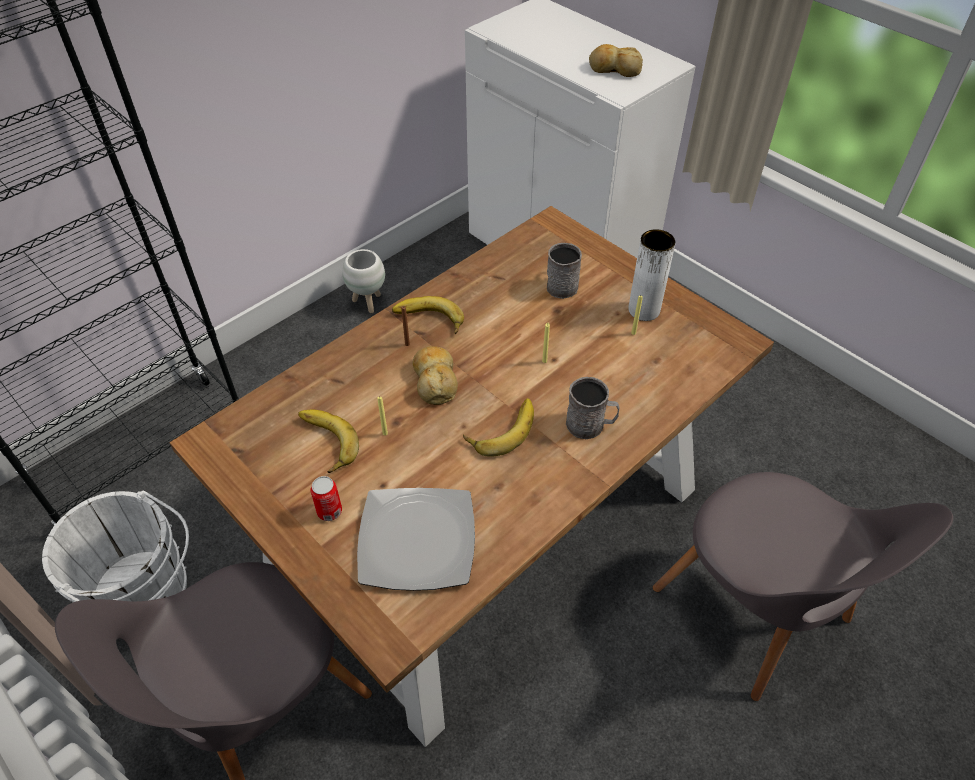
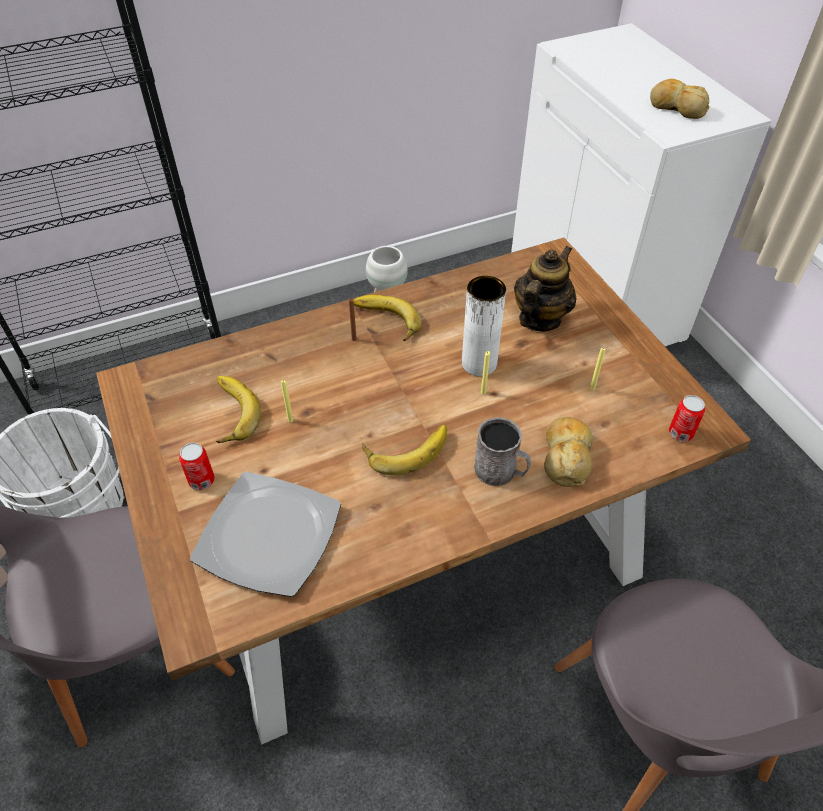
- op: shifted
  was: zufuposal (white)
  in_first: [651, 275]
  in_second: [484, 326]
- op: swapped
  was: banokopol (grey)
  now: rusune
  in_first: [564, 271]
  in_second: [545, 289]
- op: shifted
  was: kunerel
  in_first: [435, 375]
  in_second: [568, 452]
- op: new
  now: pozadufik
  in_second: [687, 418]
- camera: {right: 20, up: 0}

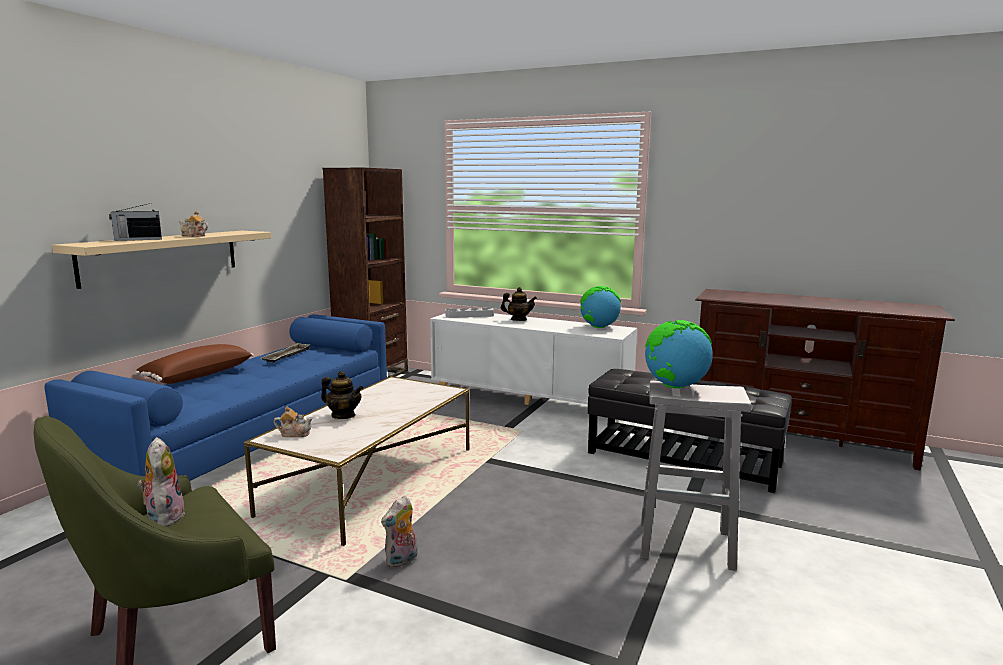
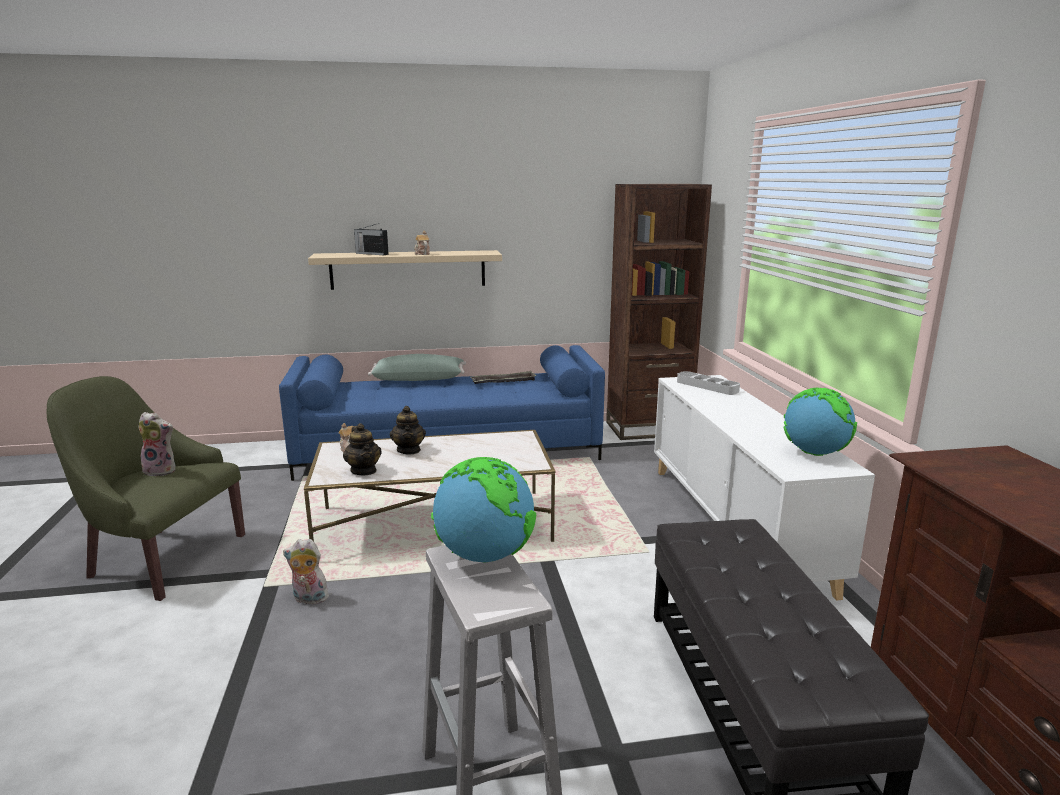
- op: rotated
  was: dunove
  in_first: [161, 482]
  in_second: [156, 444]
  clockwise: 60
- op: shifted
  was: rusune
  in_first: [519, 304]
  in_second: [362, 449]
- op: repainted
  was: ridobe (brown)
  now: ridobe (green)
  in_first: [194, 364]
  in_second: [417, 367]
- camera: {right: 55, up: 5}

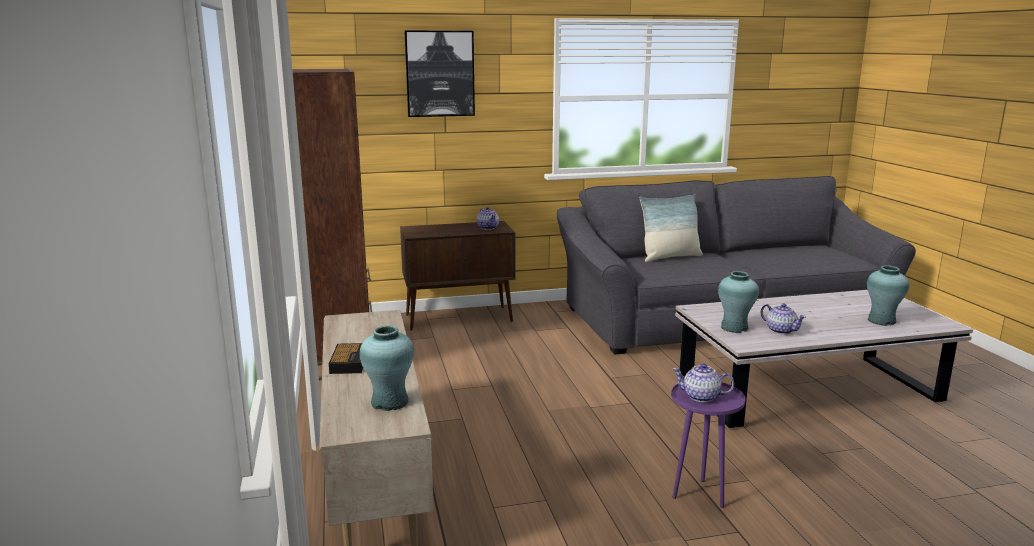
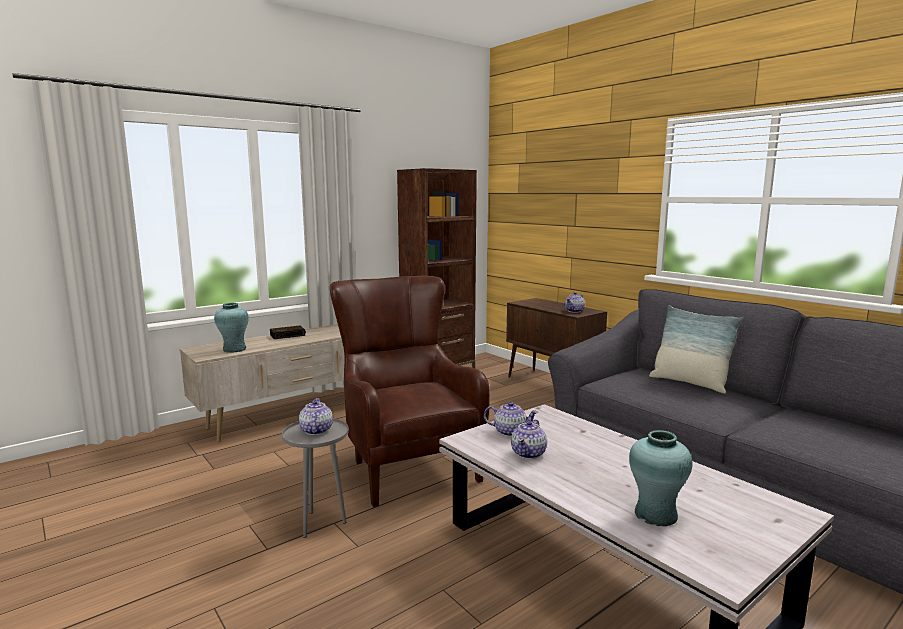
- op: repainted
  was: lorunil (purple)
  now: lorunil (grey)
  in_first: [708, 445]
  in_second: [315, 478]
- op: new
  now: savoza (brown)
  in_second: [410, 391]
- op: swapped
  was: zufuposal (turquoise)
  now: rusune
  in_first: [738, 302]
  in_second: [511, 419]
- op: gone
  was: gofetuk
  in_first: [439, 74]
- camera: {right: 65, up: -5}

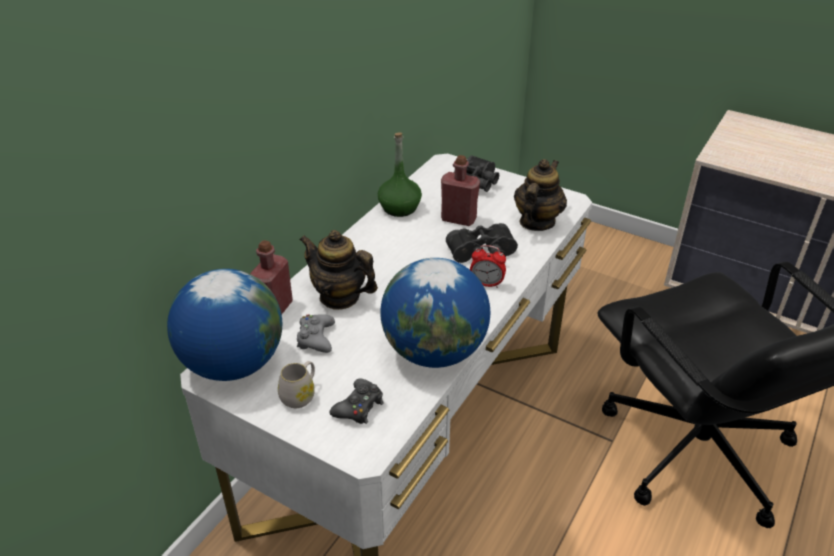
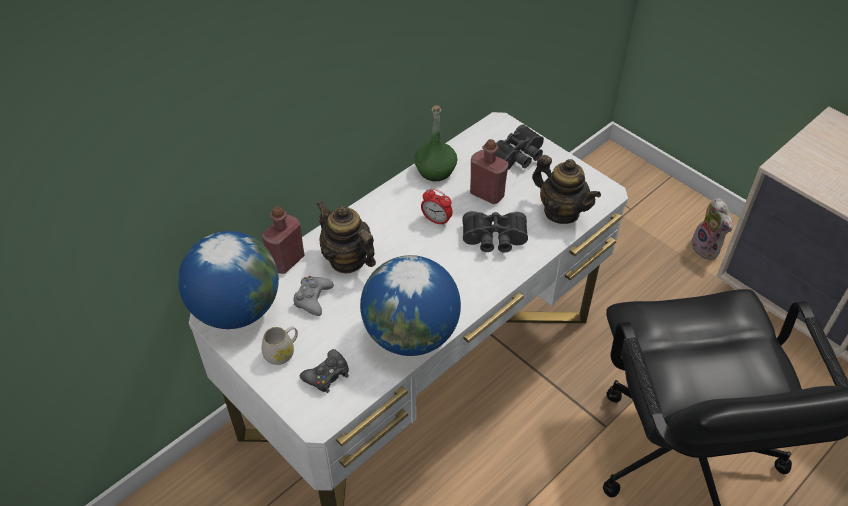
- op: shifted
  was: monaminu
  in_first: [488, 266]
  in_second: [437, 207]
- op: rotated
  was: rusune
  in_first: [540, 195]
  in_second: [566, 189]
  clockwise: 90
- op: new
  now: dunove
  in_second: [712, 229]
- camera: {right: 15, up: 10}

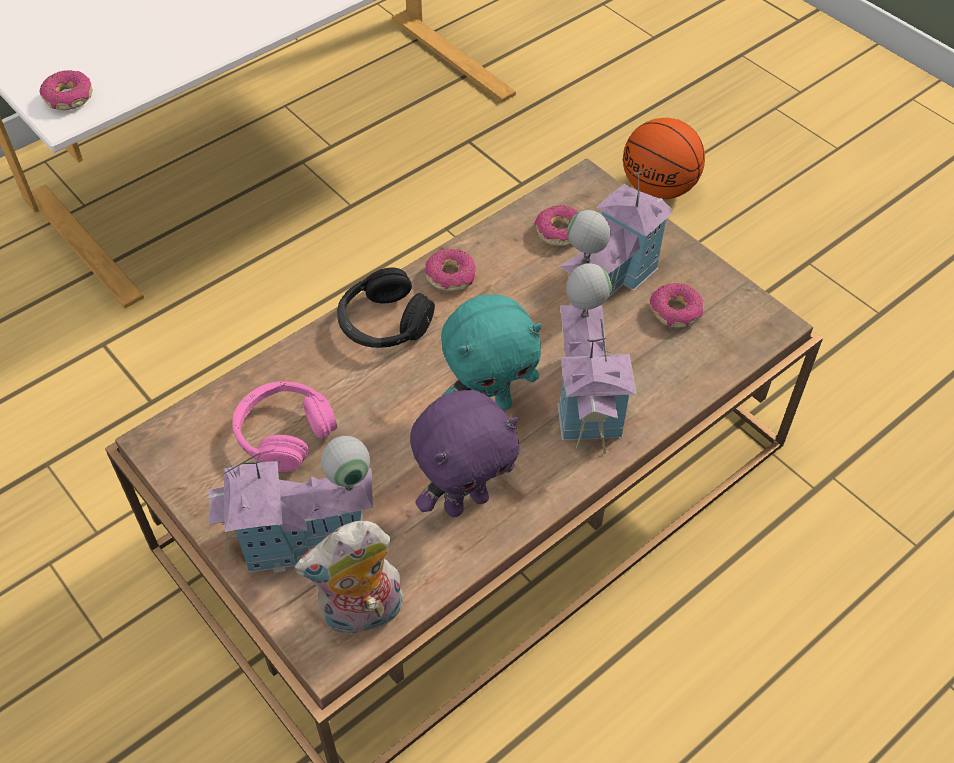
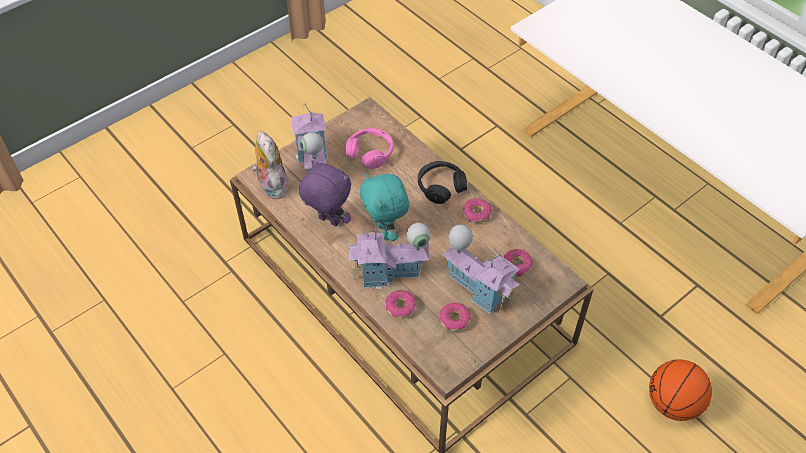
- op: rotated
  was: dunove (purple)
  in_first: [464, 453]
  in_second: [325, 193]
  clockwise: 150
- op: shifted
  was: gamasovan
  in_first: [66, 90]
  in_second: [401, 304]
- camera: {right: 90, up: 0}

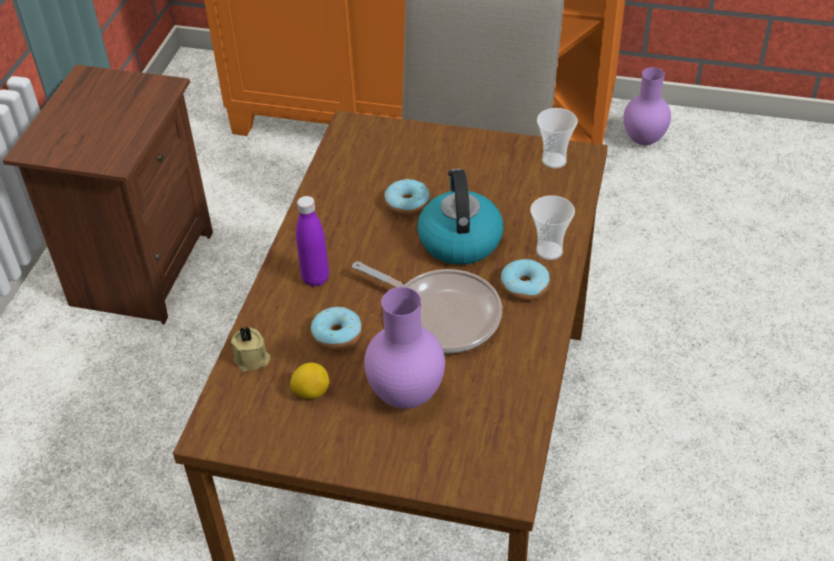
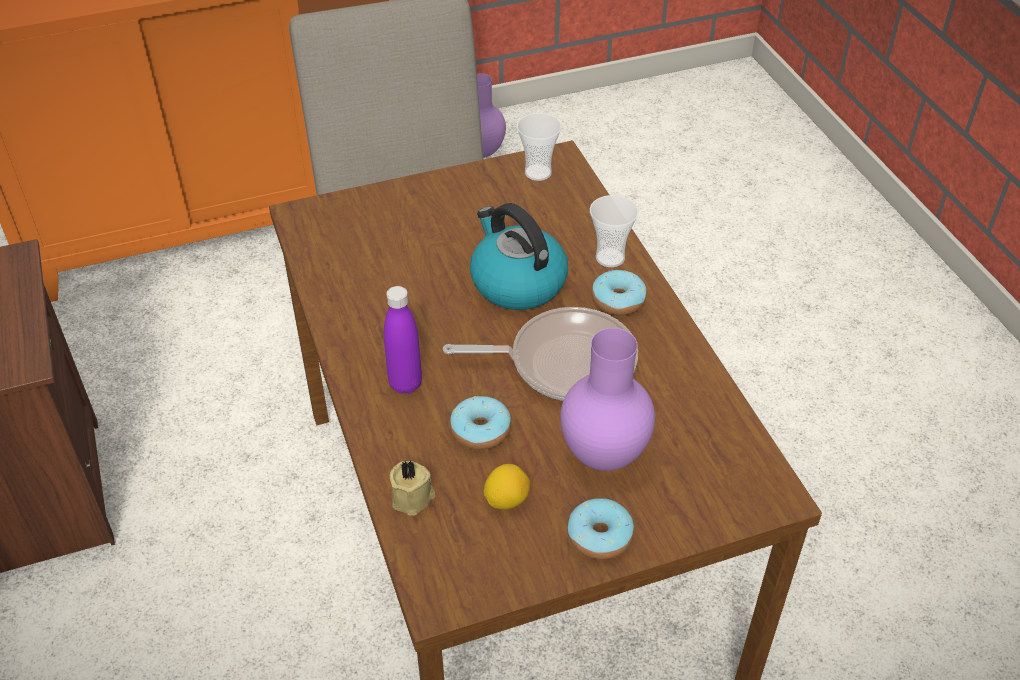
- op: shifted
  was: gamasovan
  in_first: [407, 198]
  in_second: [600, 529]
- camera: {right: -35, up: 0}

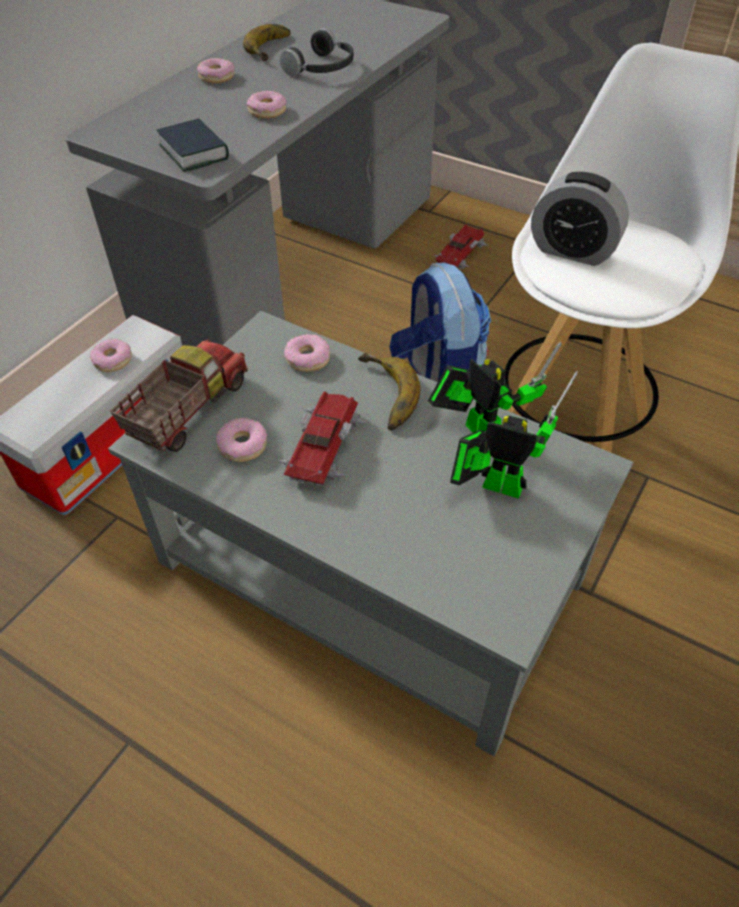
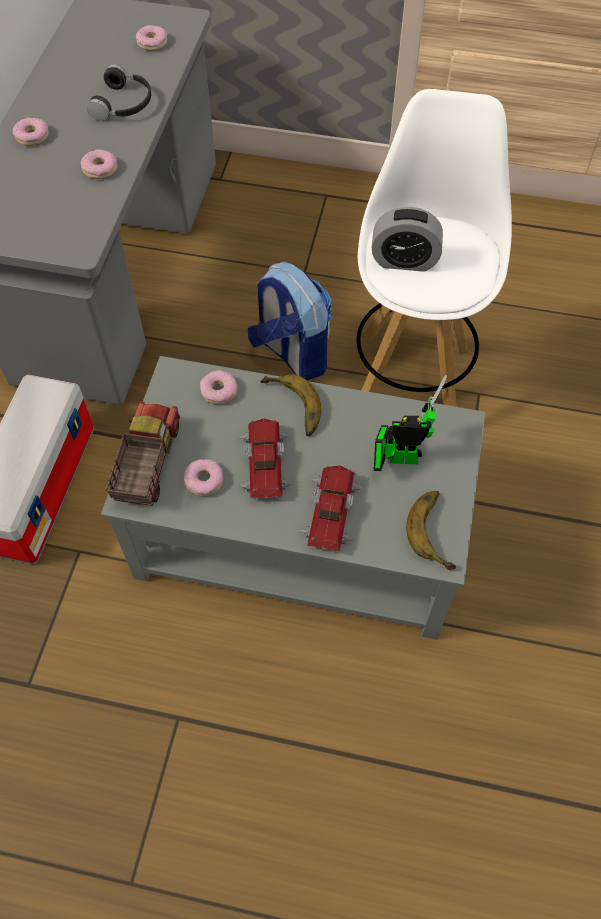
- op: shifted
  was: gamasovan
  in_first: [111, 355]
  in_second: [151, 38]
- op: shifted
  was: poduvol
  in_first: [460, 247]
  in_second: [331, 508]
- op: shifted
  was: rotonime
  in_first: [267, 42]
  in_second: [431, 530]
- op: gone
  was: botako
  in_first: [193, 145]
- op: gone
  was: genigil
  in_first: [495, 386]
- camera: {right: -20, up: 10}

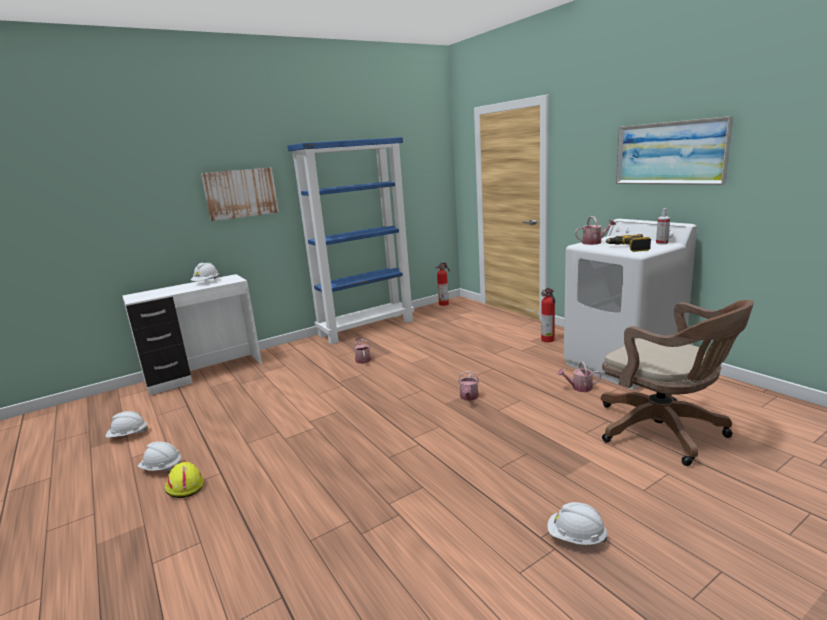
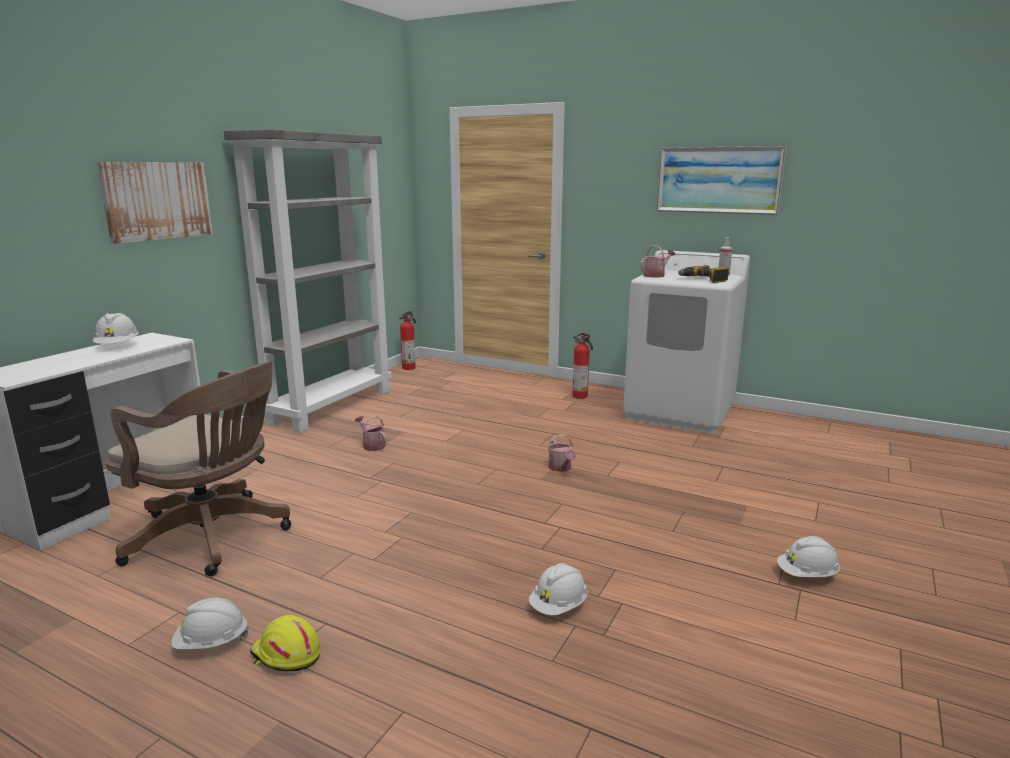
- op: shifted
  was: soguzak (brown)
  in_first: [677, 383]
  in_second: [198, 469]
- op: repainted
  was: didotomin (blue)
  now: didotomin (grey)
  in_first: [350, 240]
  in_second: [308, 281]
- op: shifted
  was: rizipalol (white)
  in_first: [127, 424]
  in_second: [558, 589]
- op: gone
  was: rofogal
  in_first: [579, 377]
- camera: {right: -30, up: 0}

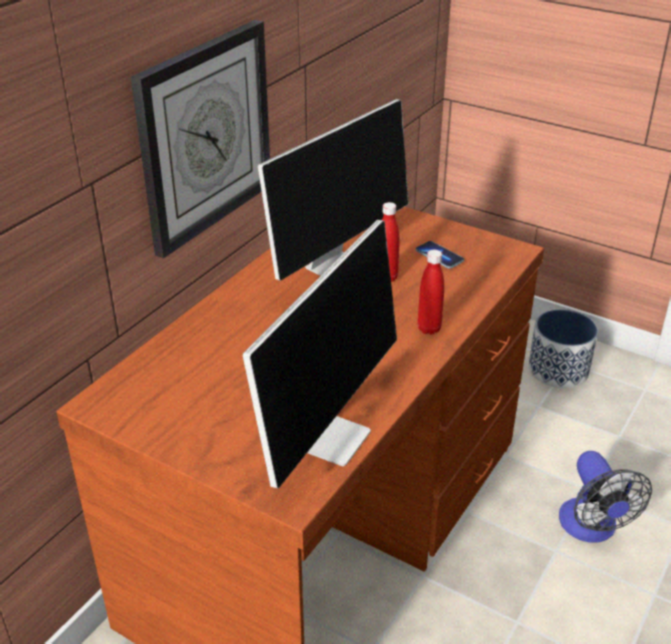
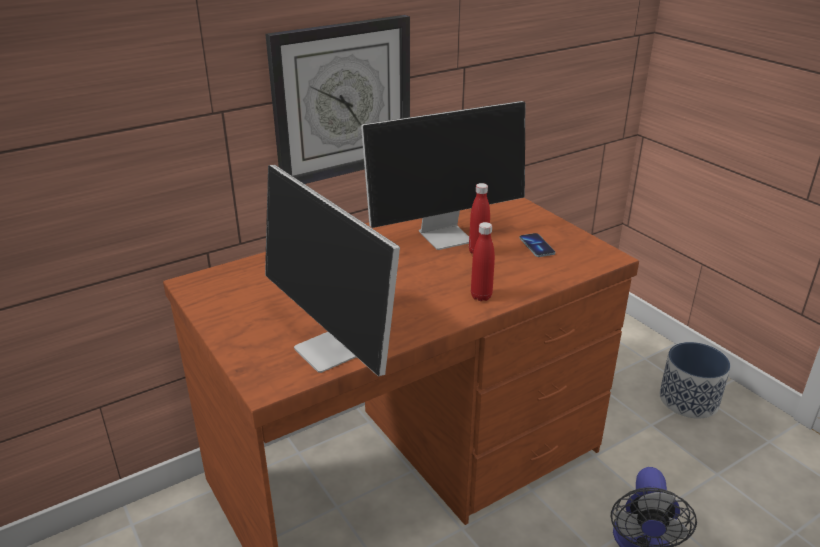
- op: rotated
  was: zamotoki
  in_first: [319, 354]
  in_second: [332, 270]
  clockwise: 90
- camera: {right: 25, up: -5}

